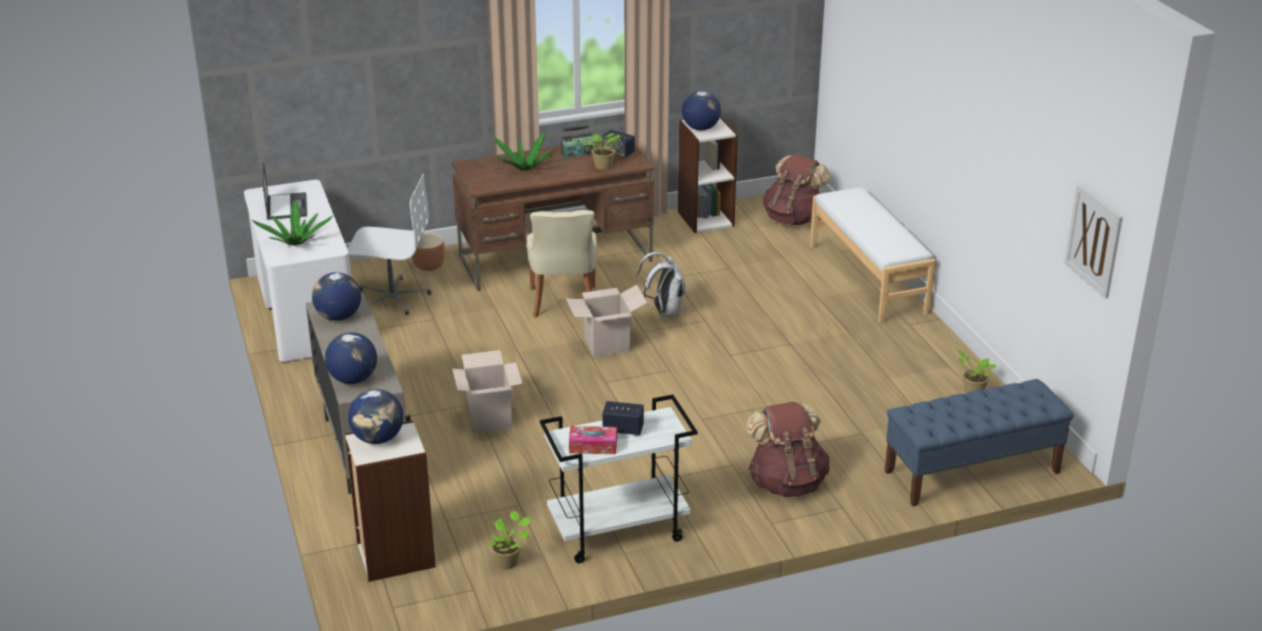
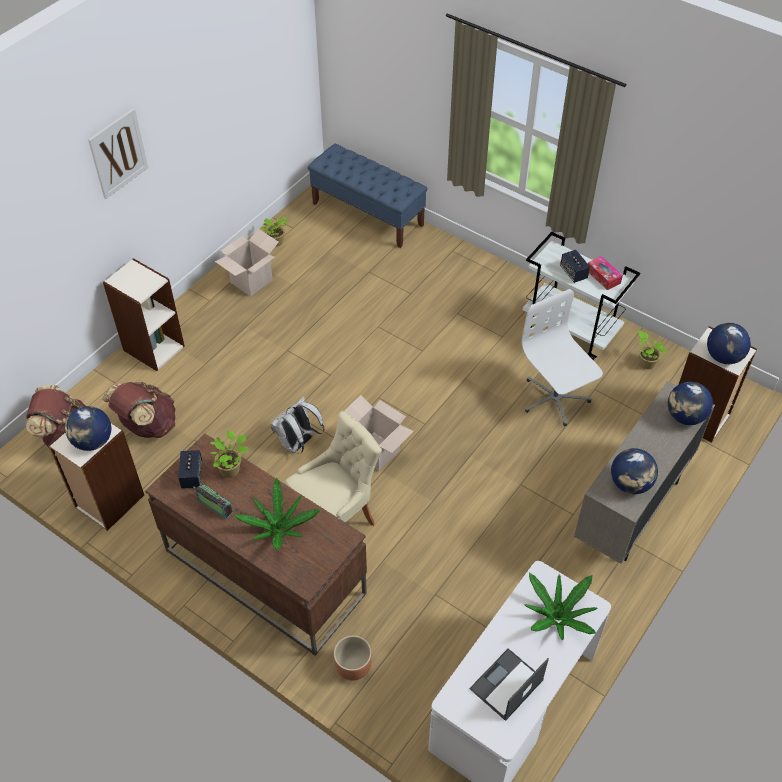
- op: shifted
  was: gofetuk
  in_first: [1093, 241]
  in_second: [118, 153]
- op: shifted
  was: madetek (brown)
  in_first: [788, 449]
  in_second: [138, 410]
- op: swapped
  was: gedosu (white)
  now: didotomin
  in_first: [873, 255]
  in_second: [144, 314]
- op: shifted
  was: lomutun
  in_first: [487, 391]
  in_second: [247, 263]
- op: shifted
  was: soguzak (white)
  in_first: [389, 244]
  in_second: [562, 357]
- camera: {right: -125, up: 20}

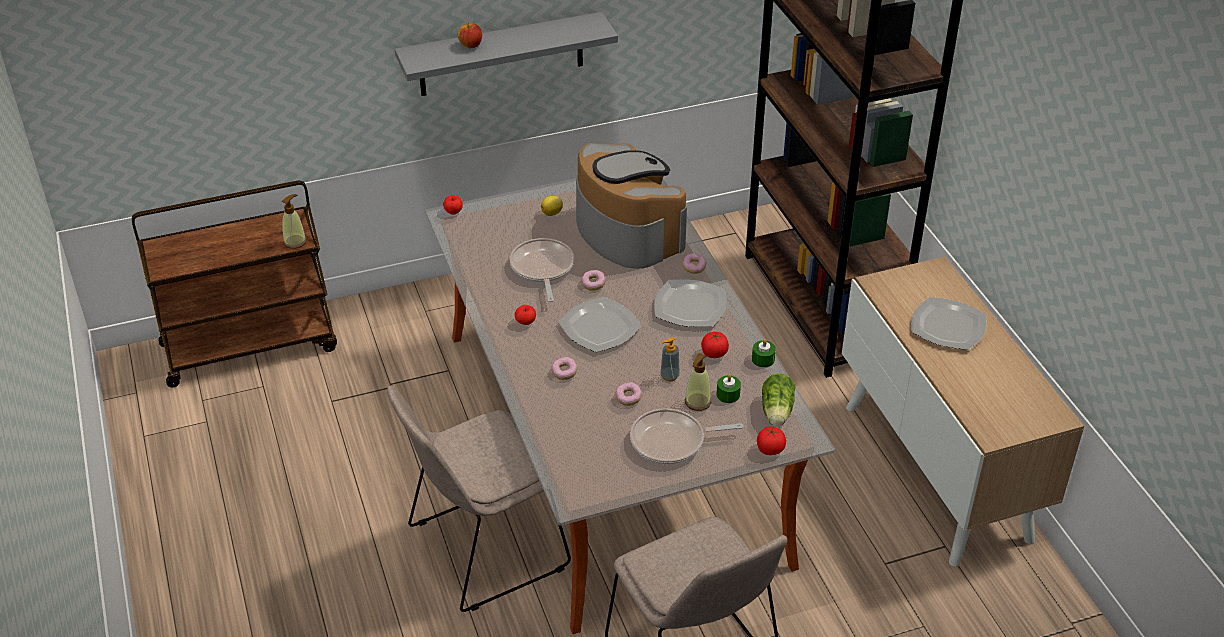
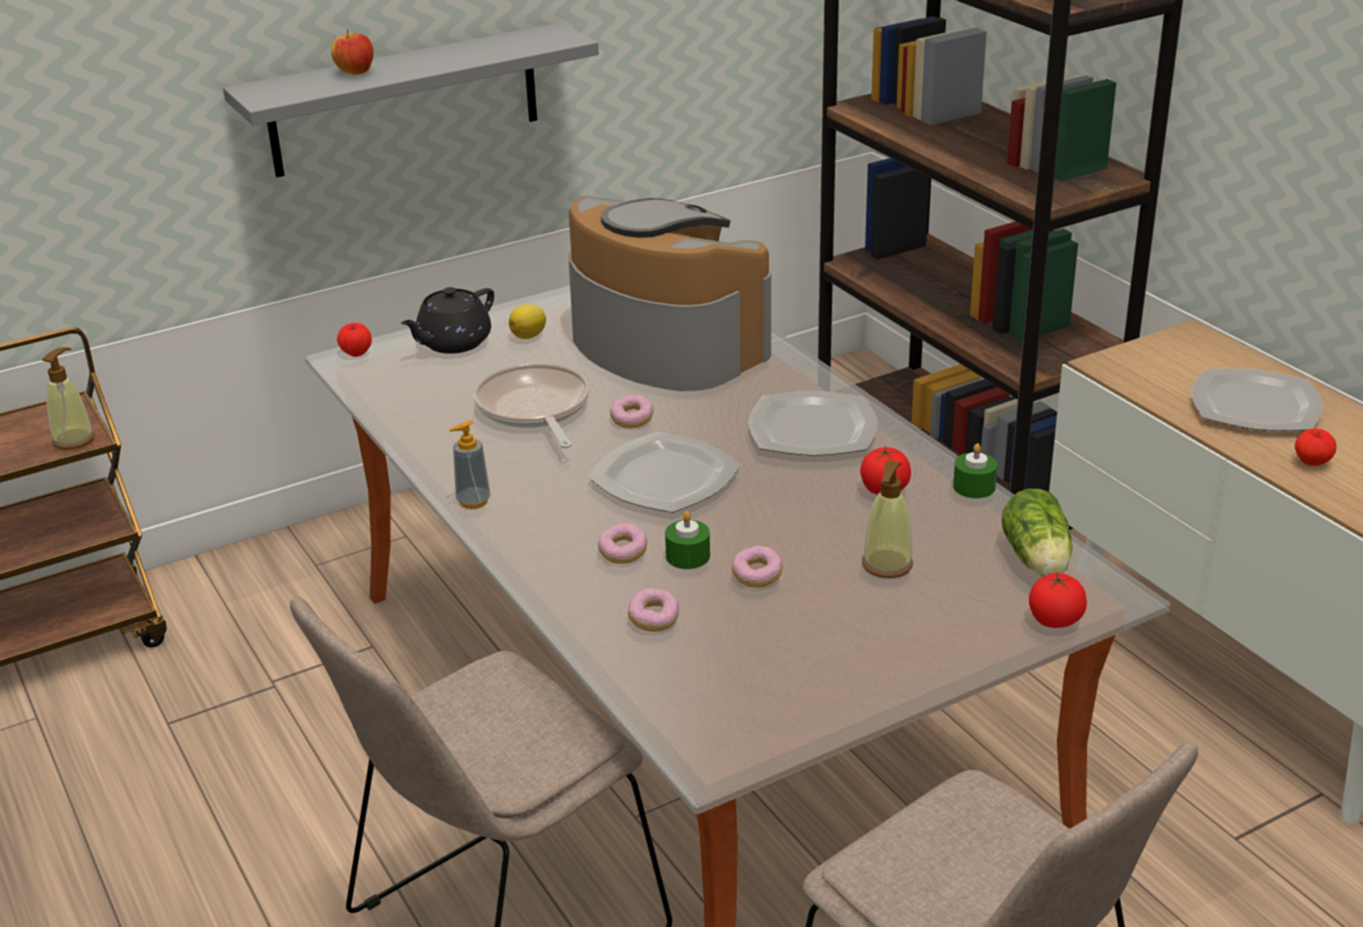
- op: new
  now: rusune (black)
  in_second: [447, 320]
- op: shifted
  was: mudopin
  in_first: [670, 359]
  in_second: [469, 464]
- op: shifted
  was: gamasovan
  in_first: [694, 263]
  in_second: [653, 610]
- op: shifted
  was: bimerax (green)
  in_first: [728, 388]
  in_second: [687, 540]
- op: shifted
  was: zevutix
  in_first: [525, 315]
  in_second: [1315, 447]
- op: gone
  was: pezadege
  in_first: [686, 436]
- camera: {right: -10, up: -10}

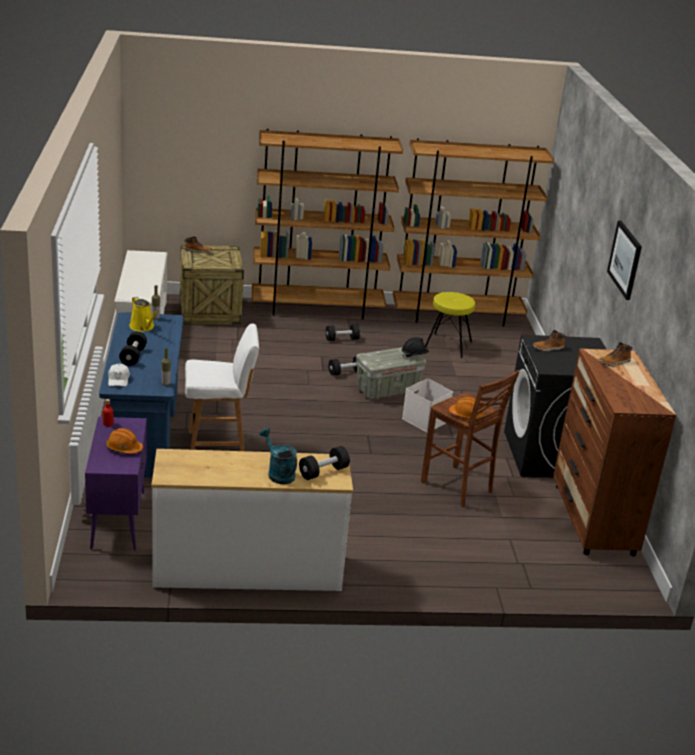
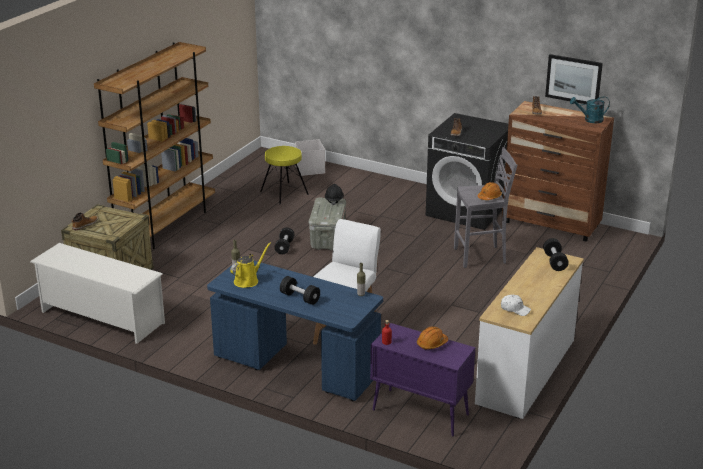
- op: rotated
  was: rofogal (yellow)
  in_first: [143, 314]
  in_second: [250, 265]
  clockwise: -45
- op: shifted
  was: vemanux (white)
  in_first: [427, 405]
  in_second: [310, 157]
- op: repainted
  was: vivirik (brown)
  now: vivirik (grey)
  in_first: [470, 438]
  in_second: [485, 207]
- op: shifted
  was: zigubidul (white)
  in_first: [119, 375]
  in_second: [516, 305]
- op: shifted
  was: gofetuk
  in_first: [624, 260]
  in_second: [574, 79]
- op: shifted
  was: rofogal (turquoise)
  in_first: [278, 456]
  in_second: [590, 110]
- op: gone
  was: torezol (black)
  in_first: [343, 332]
- op: gone
  was: didotomin (brown)
  in_first: [473, 232]
- camera: {right: -55, up: 0}

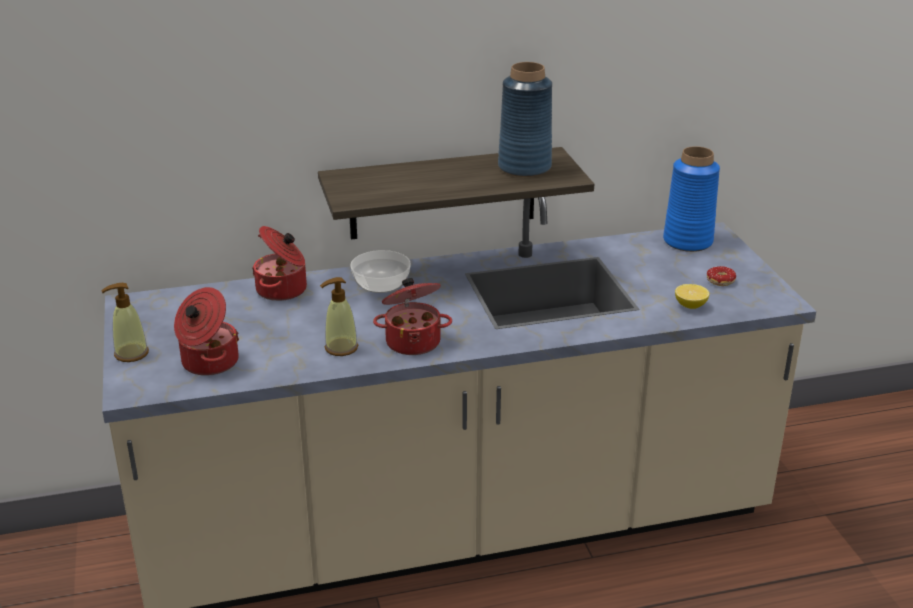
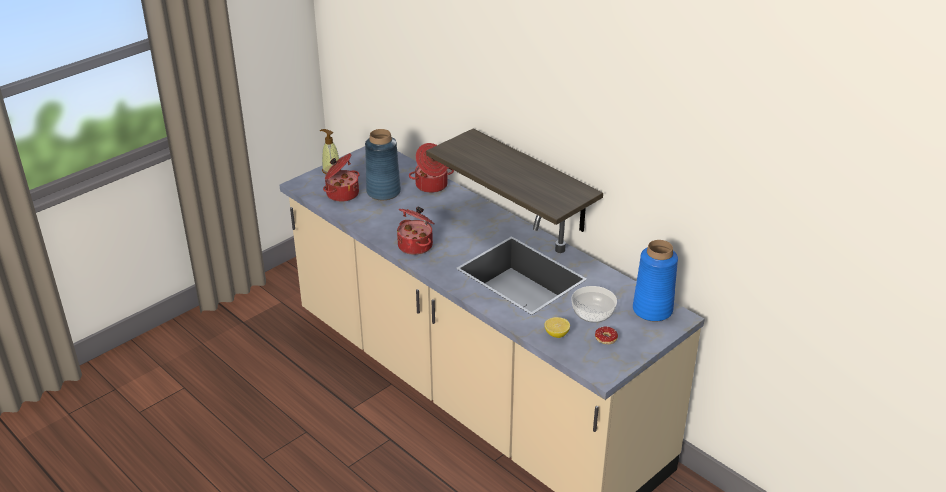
- op: shifted
  was: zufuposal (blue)
  in_first: [525, 119]
  in_second: [383, 164]
- op: shifted
  was: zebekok
  in_first: [380, 271]
  in_second: [594, 304]
- op: gone
  was: mudopin
  in_first: [339, 316]
- camera: {right: 60, up: 5}

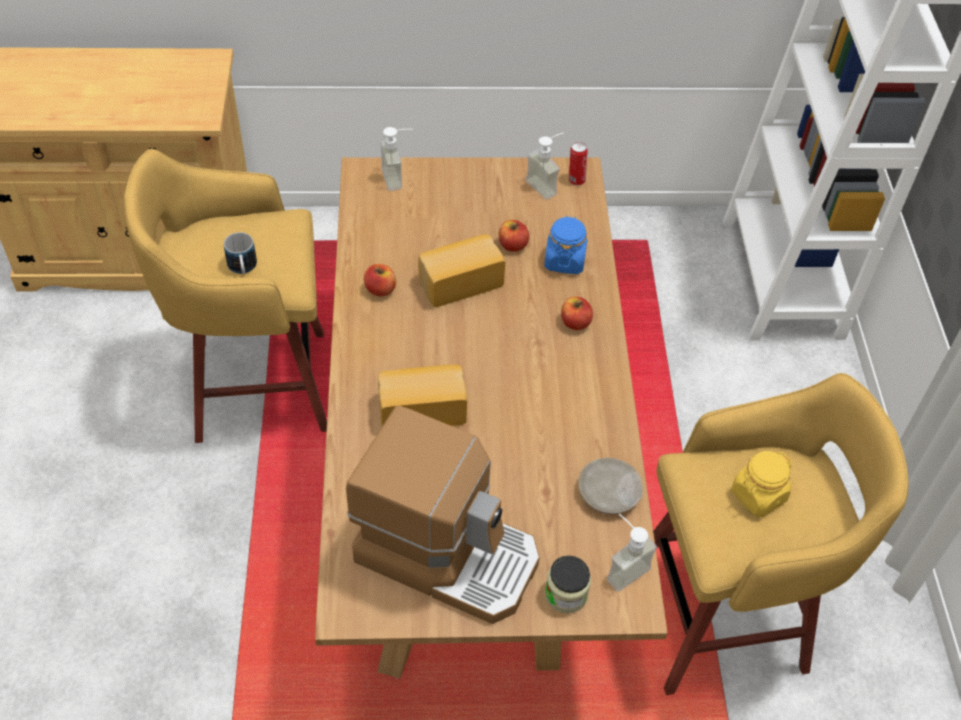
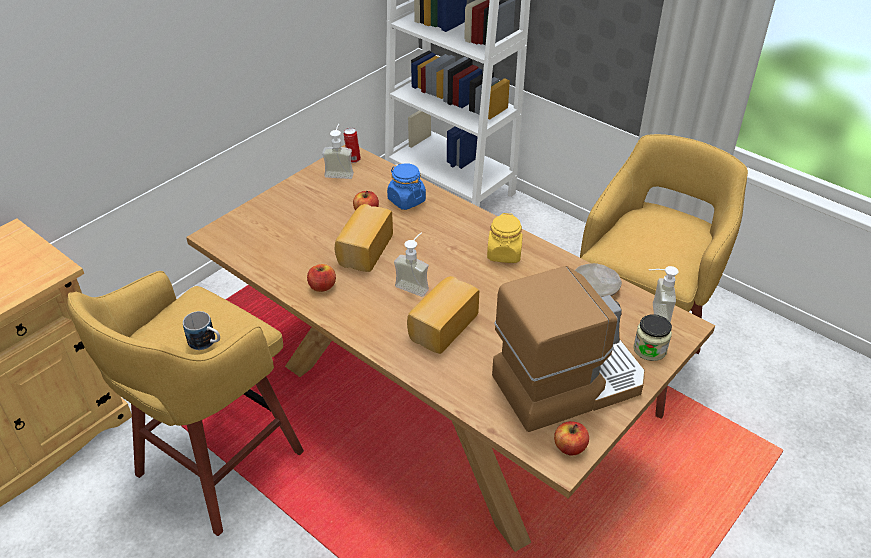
- op: shifted
  was: mudopin
  in_first: [396, 159]
  in_second: [411, 264]
- op: shifted
  was: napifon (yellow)
  in_first: [762, 484]
  in_second: [505, 238]
- op: shifted
  was: zevutix
  in_first: [577, 313]
  in_second: [571, 438]
- camera: {right: -45, up: -10}

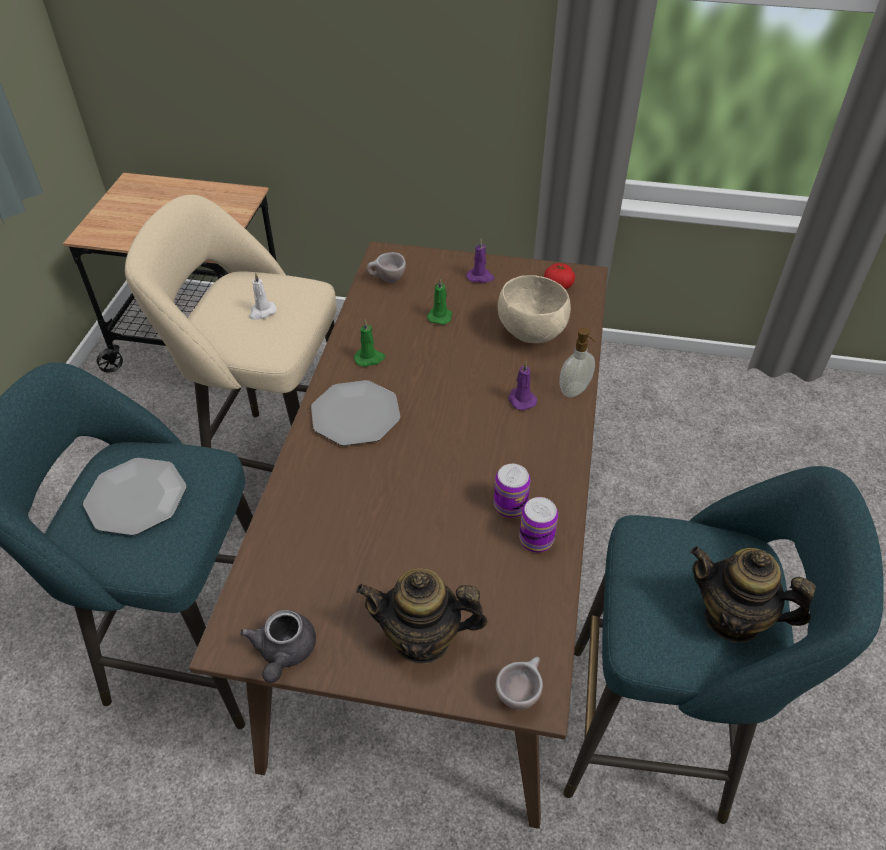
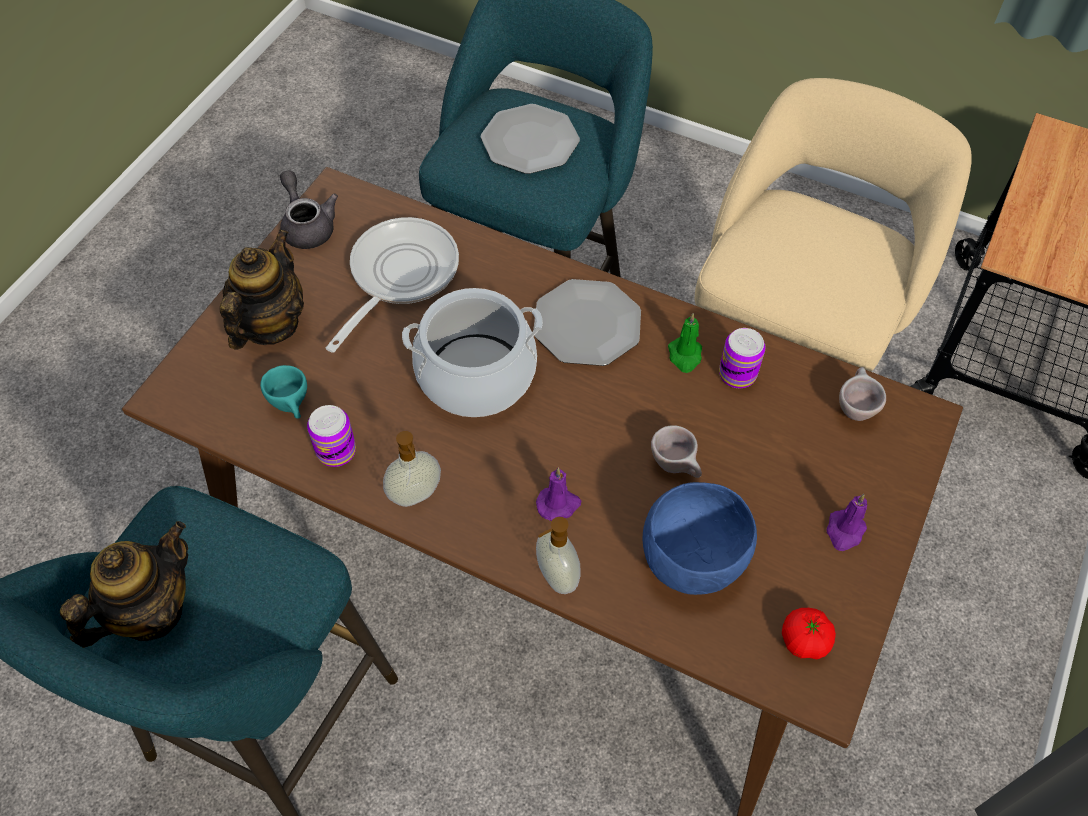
- op: new
  now: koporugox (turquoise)
  in_second: [283, 392]
- op: rotated
  was: rusune (grey)
  in_first: [278, 646]
  in_second: [309, 209]
  clockwise: 45
- op: new
  now: pezadege
  in_second: [392, 285]
- op: new
  now: mudopin
  in_second: [412, 469]
- op: new
  now: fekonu
  in_second: [472, 352]
- op: repainted
  was: zebekok (beige)
  now: zebekok (blue)
  in_first: [534, 309]
  in_second: [700, 538]
- op: shifted
  was: koporugox (beige)
  in_first: [519, 683]
  in_second: [676, 451]
- op: shifted
  was: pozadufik
  in_first: [512, 491]
  in_second: [742, 358]
- op: gone
  was: bimerax (white)
  in_first: [263, 296]
- op: gone
  was: bimerax (green)
  in_first: [439, 302]
- camera: {right: 105, up: 10}

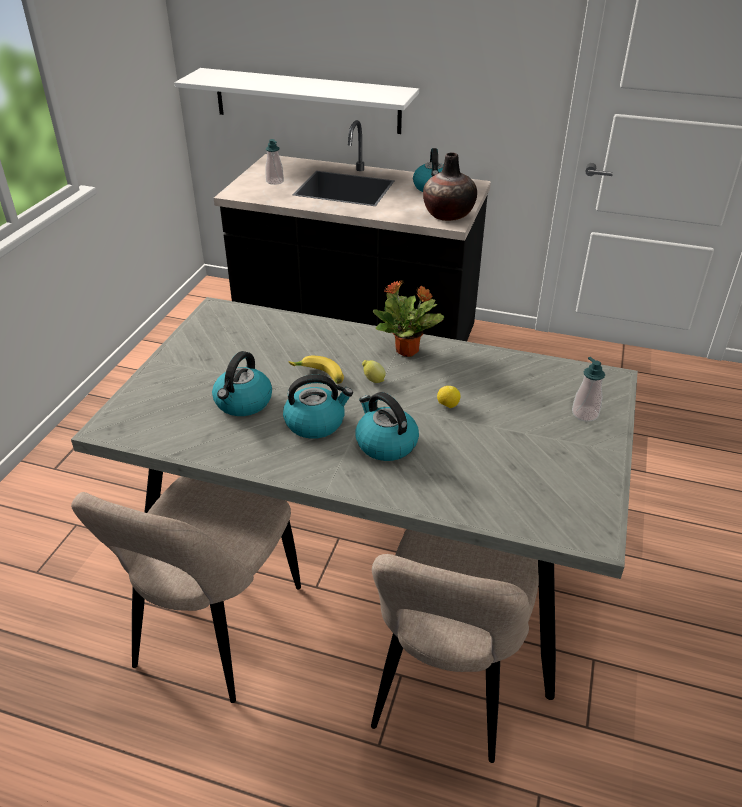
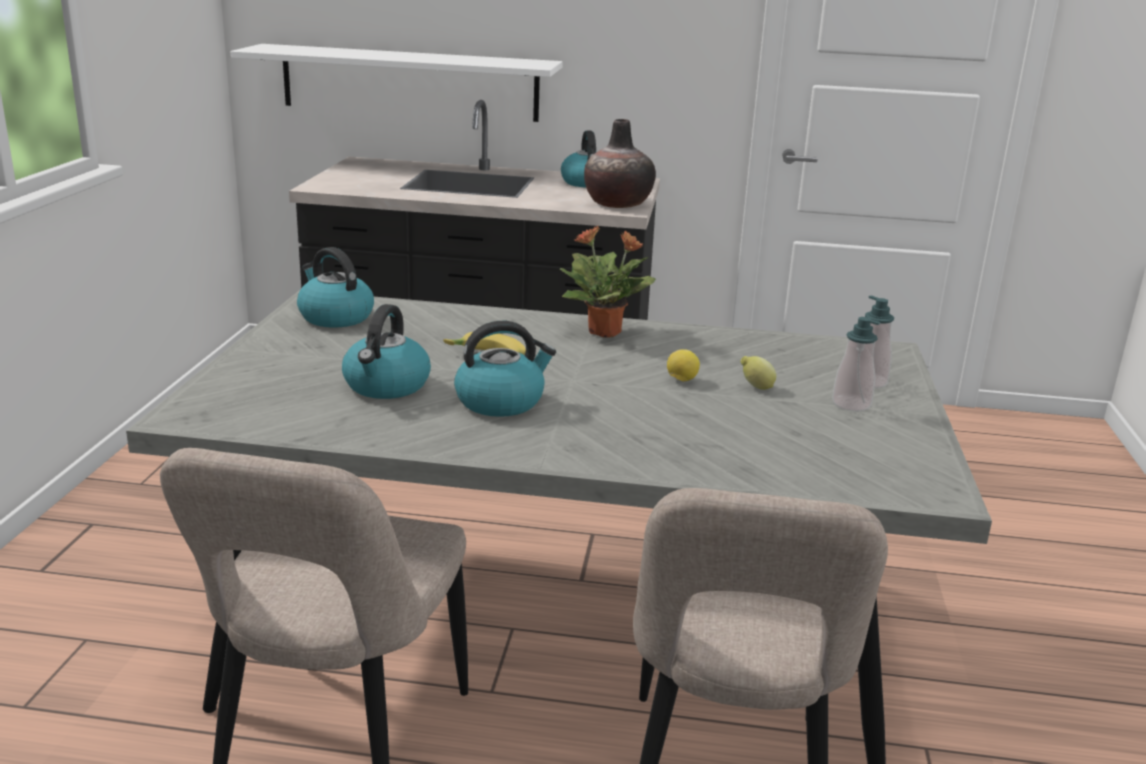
- op: shifted
  was: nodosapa
  in_first: [387, 426]
  in_second: [335, 287]
- op: shifted
  was: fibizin
  in_first: [374, 371]
  in_second: [758, 373]
- op: shifted
  was: mudopin
  in_first: [274, 162]
  in_second: [856, 364]
- camera: {right: -10, up: -15}

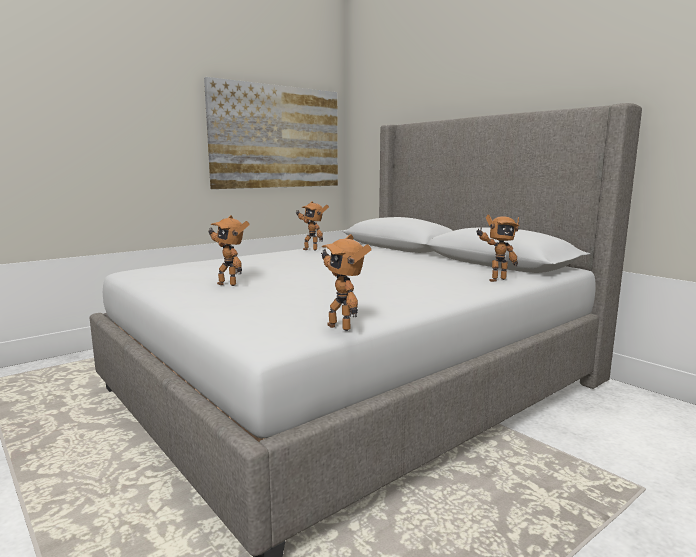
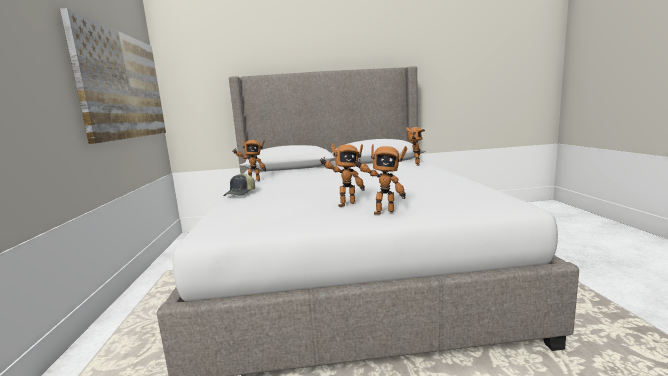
- op: new
  now: zigubidul
  in_second: [239, 184]
- op: shifted
  was: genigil
  in_first: [346, 282]
  in_second: [380, 179]
- camera: {right: -55, up: 0}

